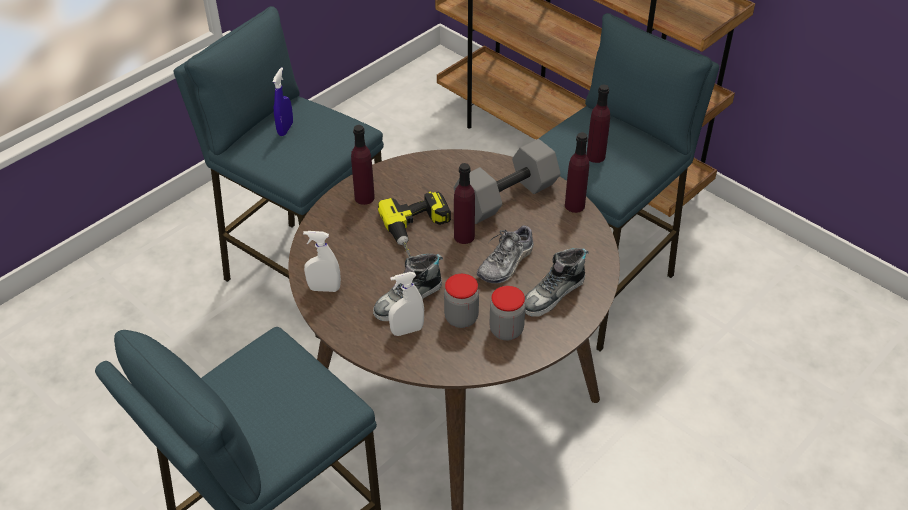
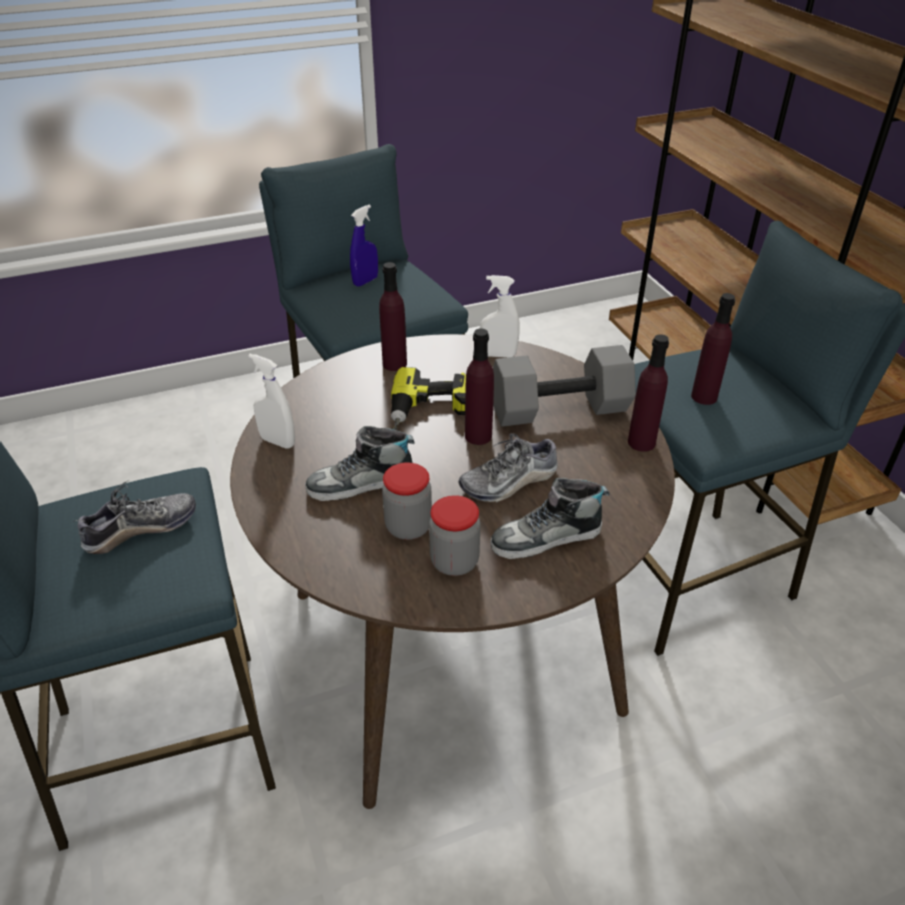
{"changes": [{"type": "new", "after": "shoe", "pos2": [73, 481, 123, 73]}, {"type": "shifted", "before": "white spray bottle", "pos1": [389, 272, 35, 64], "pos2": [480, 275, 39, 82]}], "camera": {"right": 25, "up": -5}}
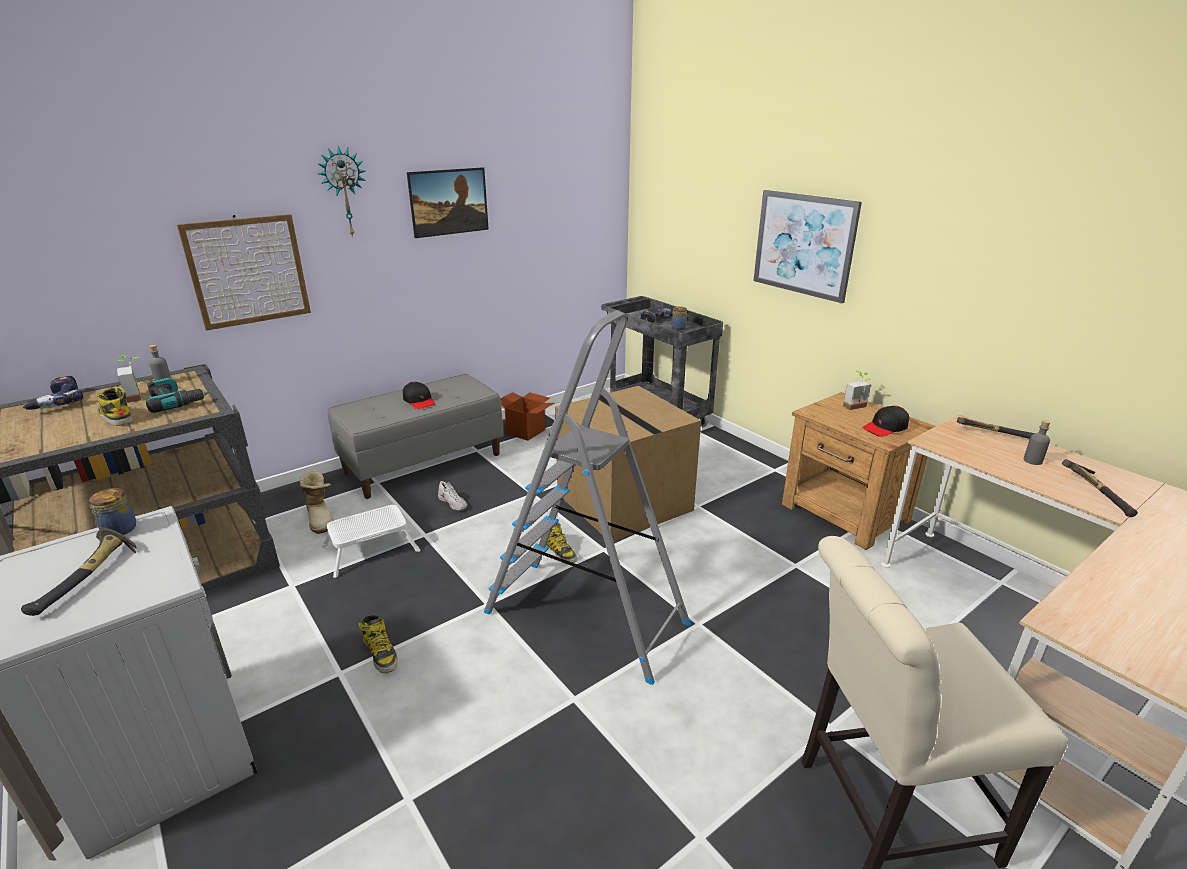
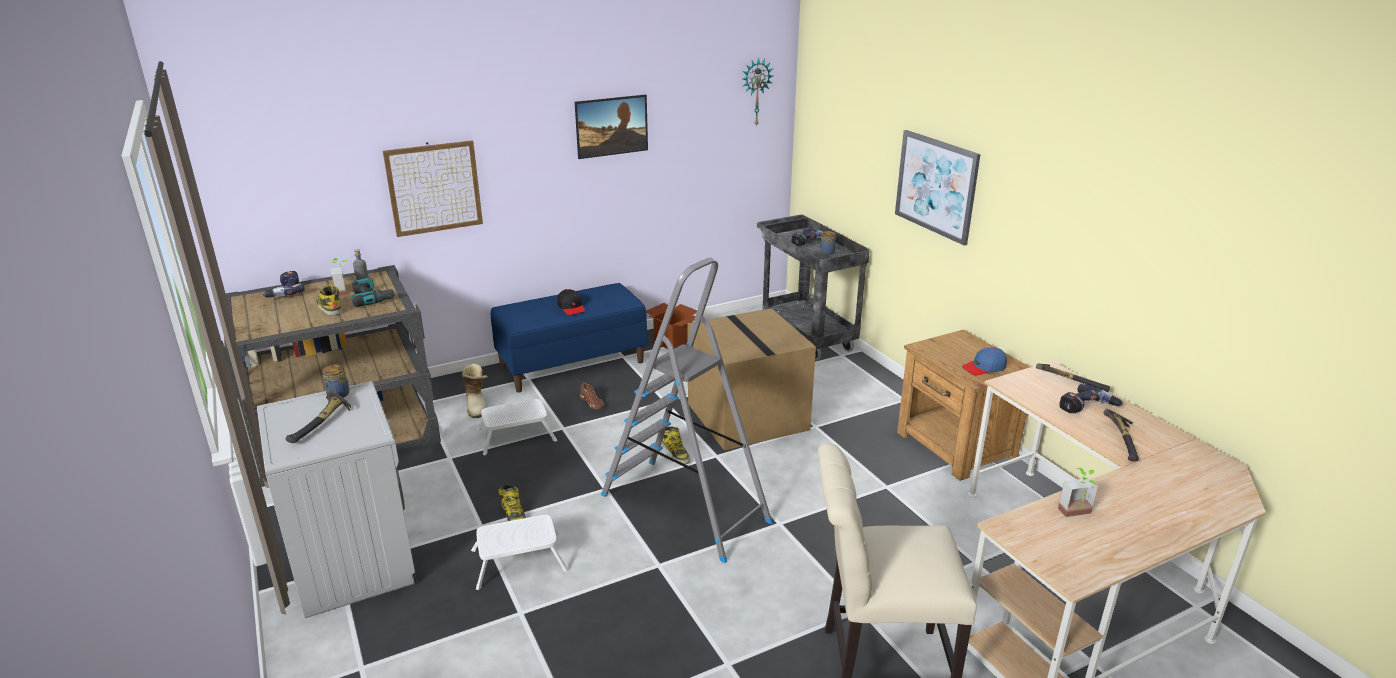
{"changes": [{"type": "new", "after": "white step ladder", "pos2": [471, 515, 98, 75]}, {"type": "repainted", "before": "grey bench", "after": "blue bench", "pos1": [328, 374, 175, 125], "pos2": [491, 283, 156, 110]}, {"type": "repainted", "before": "white shoe", "after": "brown shoe", "pos1": [438, 481, 29, 29], "pos2": [580, 382, 24, 28]}, {"type": "shifted", "before": "wall clock", "pos1": [317, 146, 49, 92], "pos2": [743, 58, 30, 69]}, {"type": "repainted", "before": "black cap", "after": "blue cap", "pos1": [863, 406, 46, 31], "pos2": [962, 348, 45, 27]}, {"type": "shifted", "before": "potted plant", "pos1": [843, 371, 28, 39], "pos2": [1058, 468, 40, 49]}, {"type": "swapped", "before": "grey bottle", "after": "power drill", "pos1": [1024, 420, 27, 45], "pos2": [1059, 383, 64, 30]}], "camera": {"right": 10, "up": 0}}
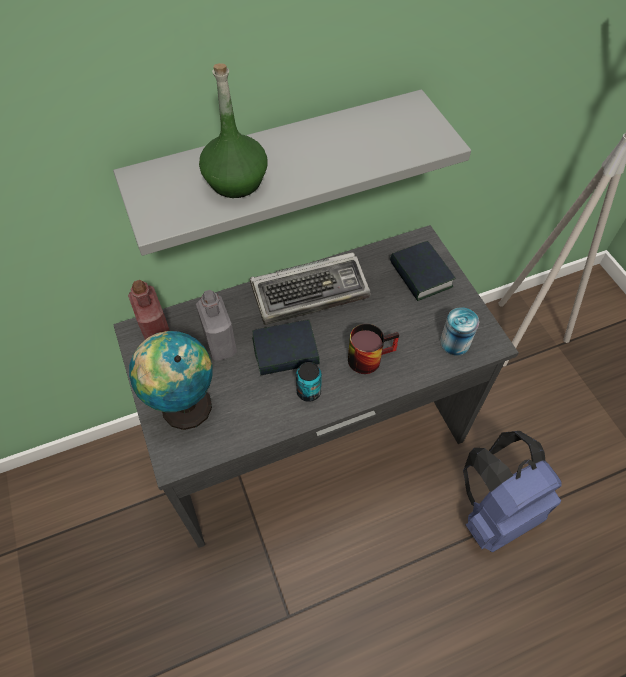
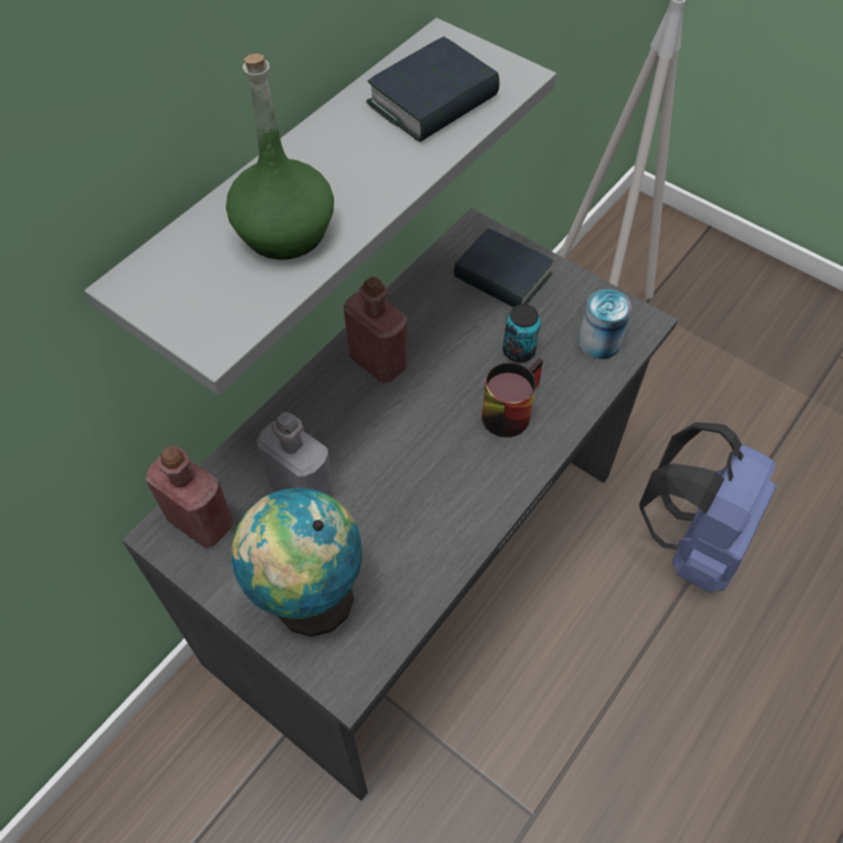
{"changes": [{"type": "swapped", "before": "keyboard", "after": "red bottle", "pos1": [250, 252, 121, 73], "pos2": [344, 277, 63, 106]}, {"type": "shifted", "before": "book", "pos1": [252, 320, 68, 56], "pos2": [366, 37, 134, 105]}, {"type": "shifted", "before": "can", "pos1": [296, 362, 26, 40], "pos2": [503, 304, 38, 59]}], "camera": {"right": -30, "up": 0}}
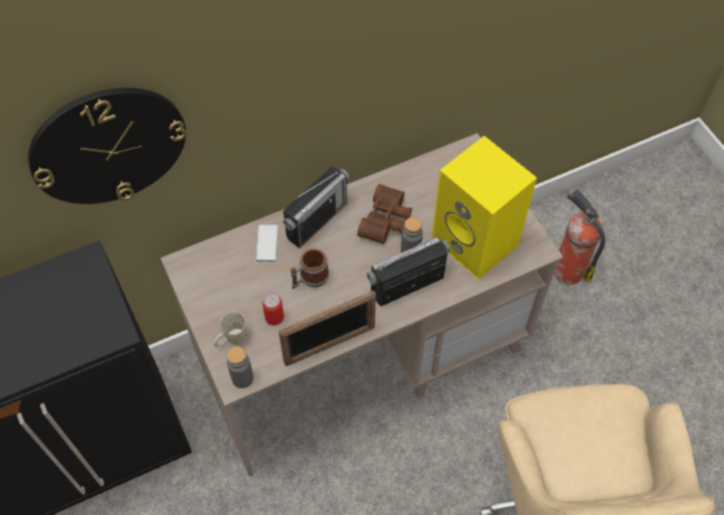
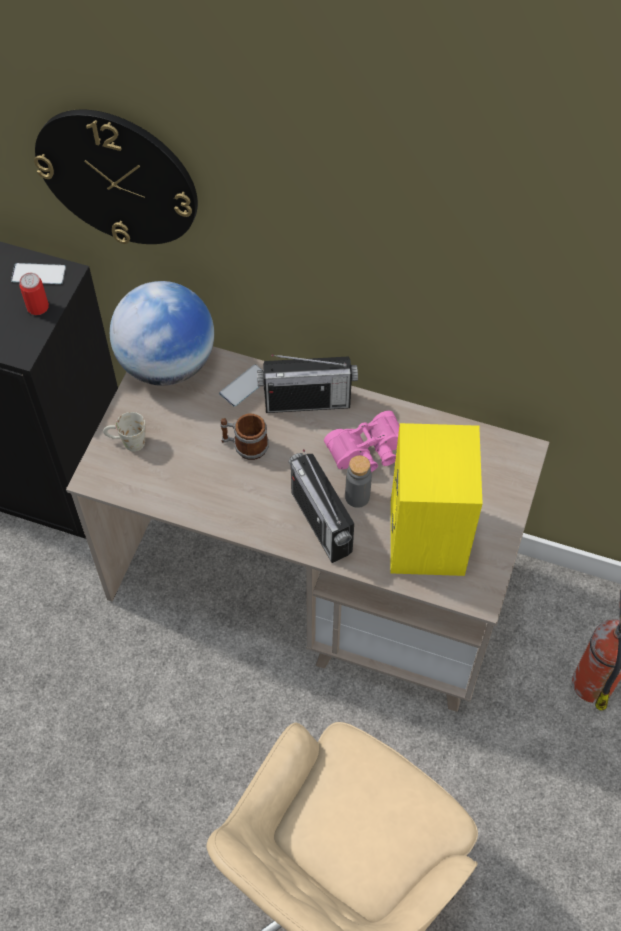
{"changes": [{"type": "new", "after": "phone", "pos2": [11, 263, 55, 21]}, {"type": "shifted", "before": "can", "pos1": [262, 293, 22, 32], "pos2": [19, 273, 30, 42]}, {"type": "new", "after": "globe", "pos2": [110, 281, 104, 105]}, {"type": "rotated", "before": "radio", "pos1": [367, 233, 83, 73], "pos2": [289, 449, 65, 114], "turn": -135}, {"type": "repainted", "before": "brown binoculars", "after": "pink binoculars", "pos1": [357, 184, 55, 60], "pos2": [324, 411, 75, 61]}, {"type": "gone", "before": "grey bottle", "pos1": [227, 346, 27, 42]}, {"type": "gone", "before": "picture frame", "pos1": [278, 291, 98, 75]}], "camera": {"right": 45, "up": 0}}
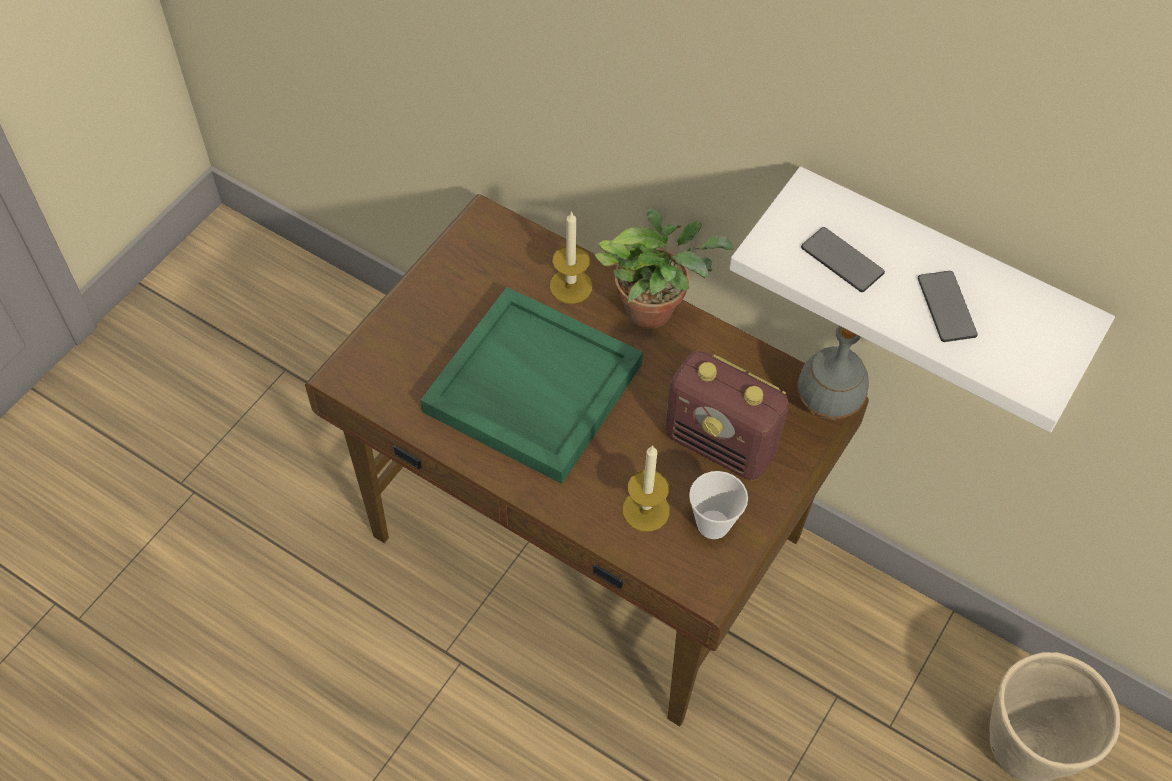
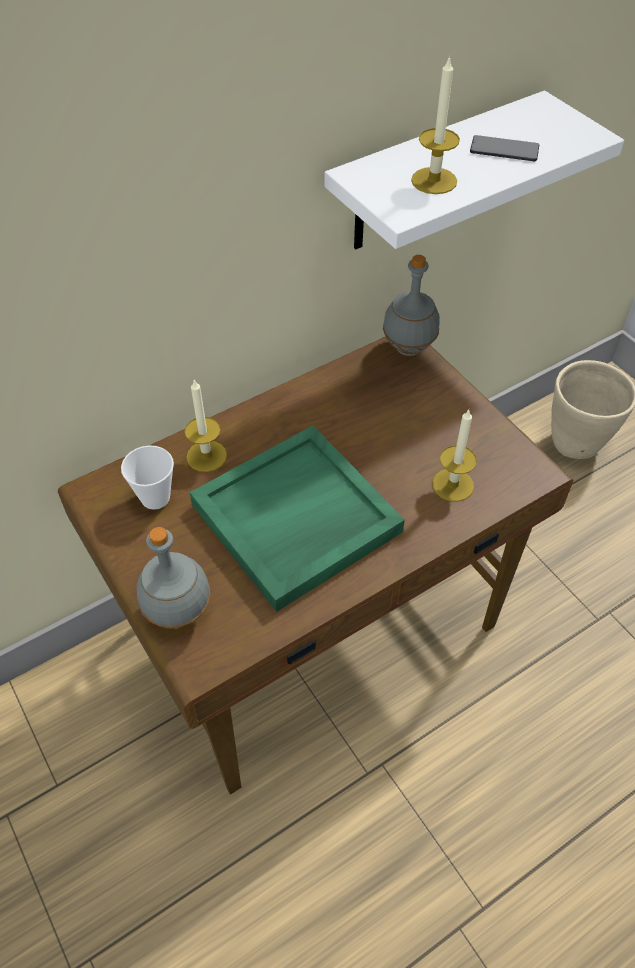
{"changes": [{"type": "shifted", "before": "cup", "pos1": [689, 471, 59, 68], "pos2": [121, 445, 53, 65]}, {"type": "new", "after": "grey bottle", "pos2": [137, 527, 74, 102]}, {"type": "swapped", "before": "phone", "after": "candle", "pos1": [801, 227, 84, 65], "pos2": [411, 55, 49, 139]}, {"type": "gone", "before": "potted plant", "pos1": [594, 208, 141, 120]}, {"type": "gone", "before": "radio", "pos1": [665, 351, 124, 129]}], "camera": {"right": -65, "up": -5}}
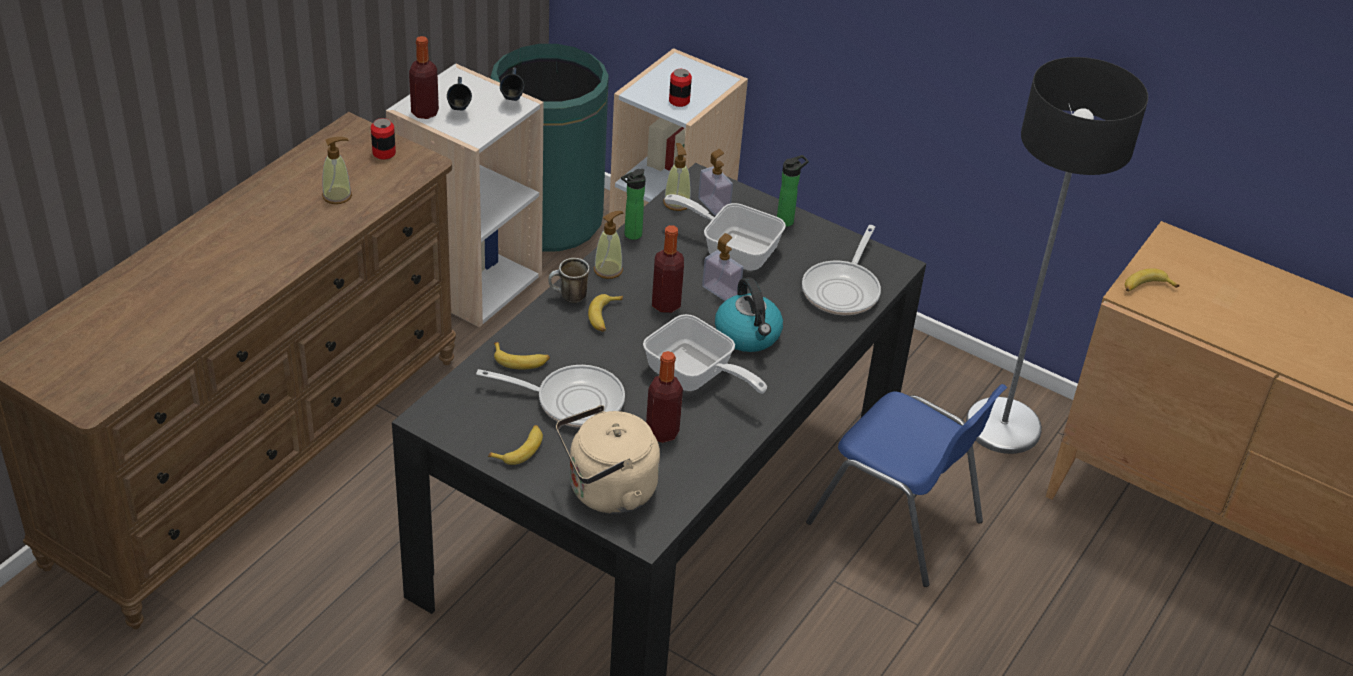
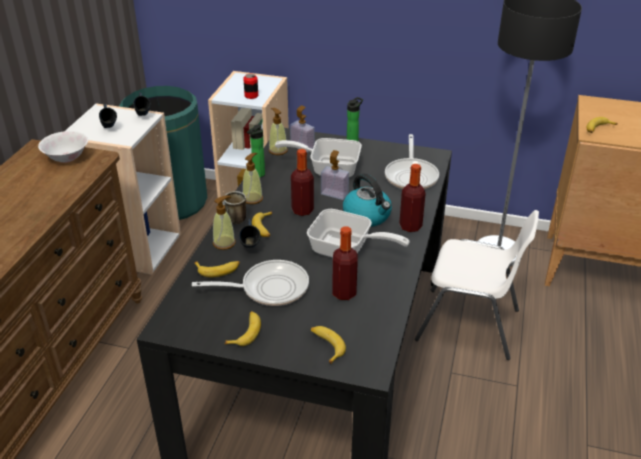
{"changes": [{"type": "swapped", "before": "can", "after": "white bowl", "pos1": [371, 118, 25, 42], "pos2": [38, 131, 50, 32]}, {"type": "shifted", "before": "soap dispenser", "pos1": [322, 137, 30, 67], "pos2": [213, 195, 23, 55]}, {"type": "new", "after": "blue mug", "pos2": [239, 219, 22, 29]}, {"type": "swapped", "before": "beige kettle", "after": "banana", "pos1": [556, 405, 104, 109], "pos2": [311, 326, 35, 38]}, {"type": "shifted", "before": "bottle", "pos1": [409, 36, 30, 83], "pos2": [399, 164, 27, 68]}, {"type": "repainted", "before": "blue chair", "after": "white chair", "pos1": [806, 384, 201, 203], "pos2": [415, 210, 124, 150]}], "camera": {"right": -15, "up": -5}}
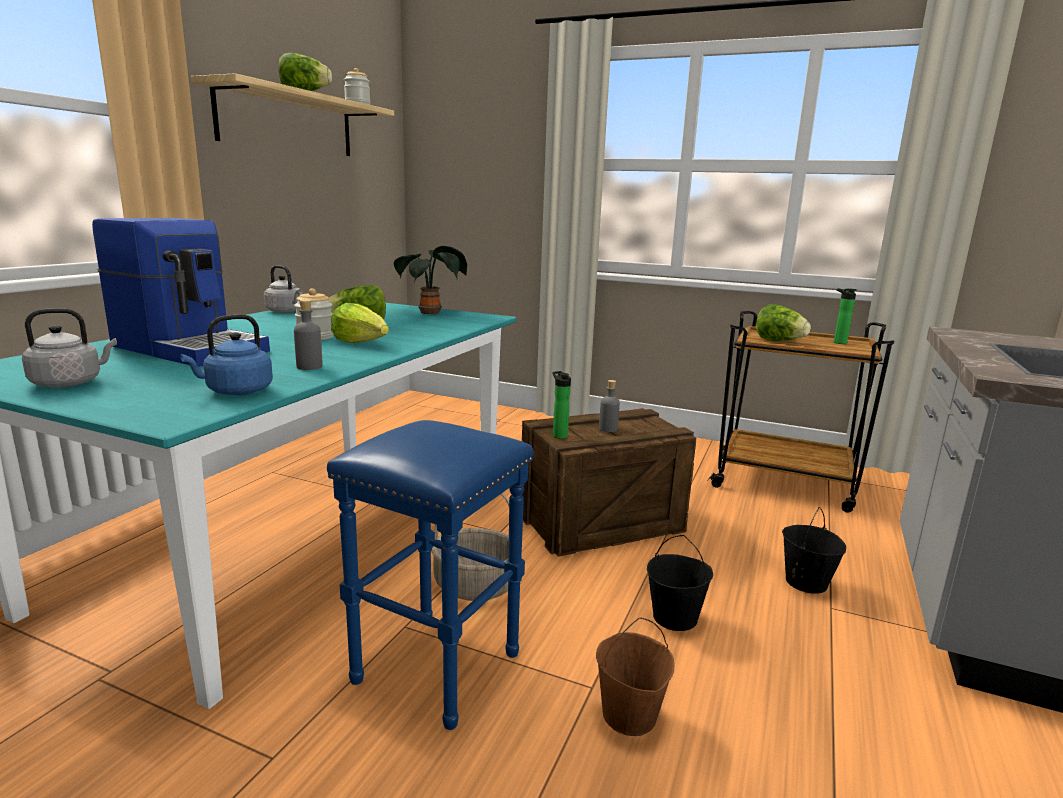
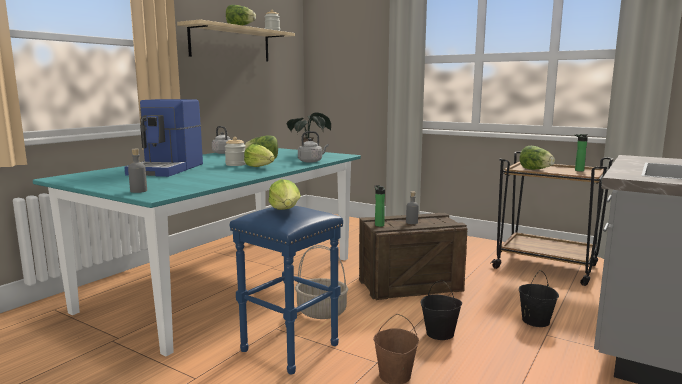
{"changes": [{"type": "rotated", "before": "coffee machine", "pos1": [92, 218, 178, 149], "pos2": [124, 99, 79, 78], "turn": 60}, {"type": "shifted", "before": "grey bottle", "pos1": [294, 300, 29, 70], "pos2": [128, 149, 19, 44]}, {"type": "new", "after": "lettuce", "pos2": [269, 179, 32, 31]}, {"type": "shifted", "before": "grey kettle", "pos1": [22, 308, 95, 80], "pos2": [298, 131, 31, 32]}, {"type": "gone", "before": "blue kettle", "pos1": [180, 314, 93, 81]}], "camera": {"right": 10, "up": -5}}
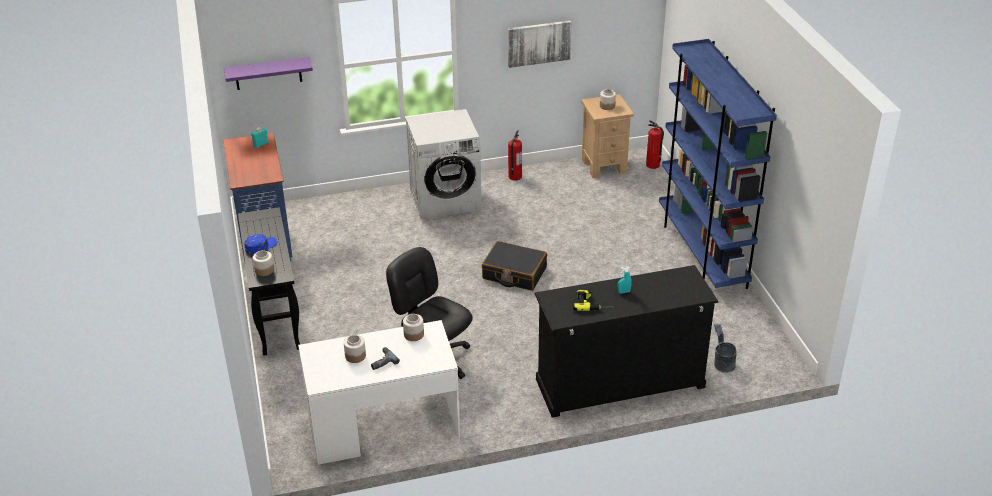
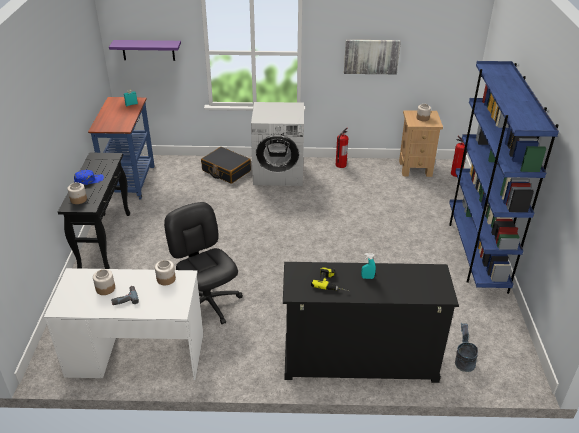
{"changes": [{"type": "shifted", "before": "black suitcase", "pos1": [482, 241, 65, 50], "pos2": [201, 147, 50, 37]}], "camera": {"right": 15, "up": 0}}
